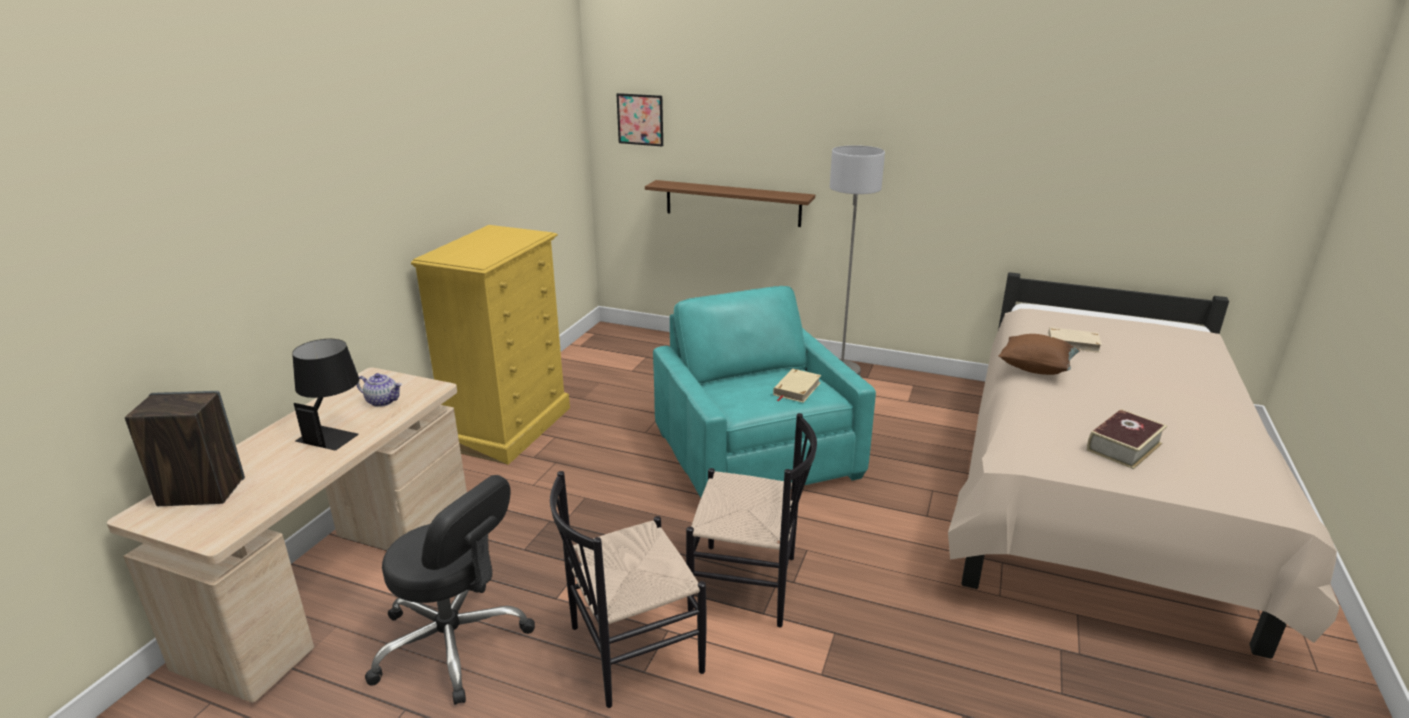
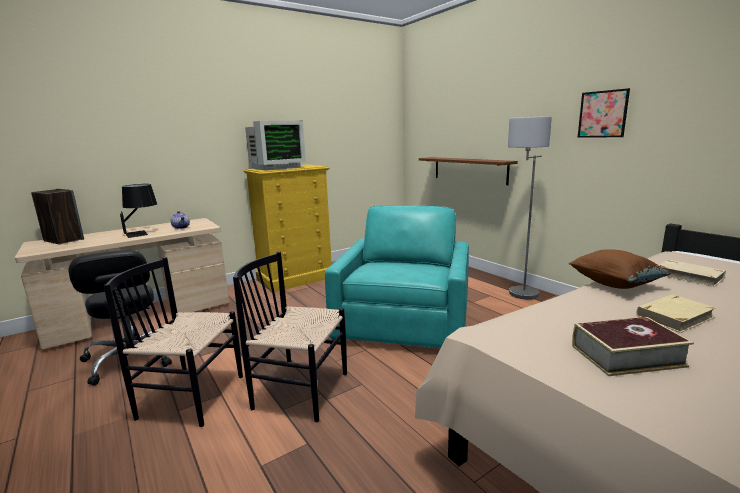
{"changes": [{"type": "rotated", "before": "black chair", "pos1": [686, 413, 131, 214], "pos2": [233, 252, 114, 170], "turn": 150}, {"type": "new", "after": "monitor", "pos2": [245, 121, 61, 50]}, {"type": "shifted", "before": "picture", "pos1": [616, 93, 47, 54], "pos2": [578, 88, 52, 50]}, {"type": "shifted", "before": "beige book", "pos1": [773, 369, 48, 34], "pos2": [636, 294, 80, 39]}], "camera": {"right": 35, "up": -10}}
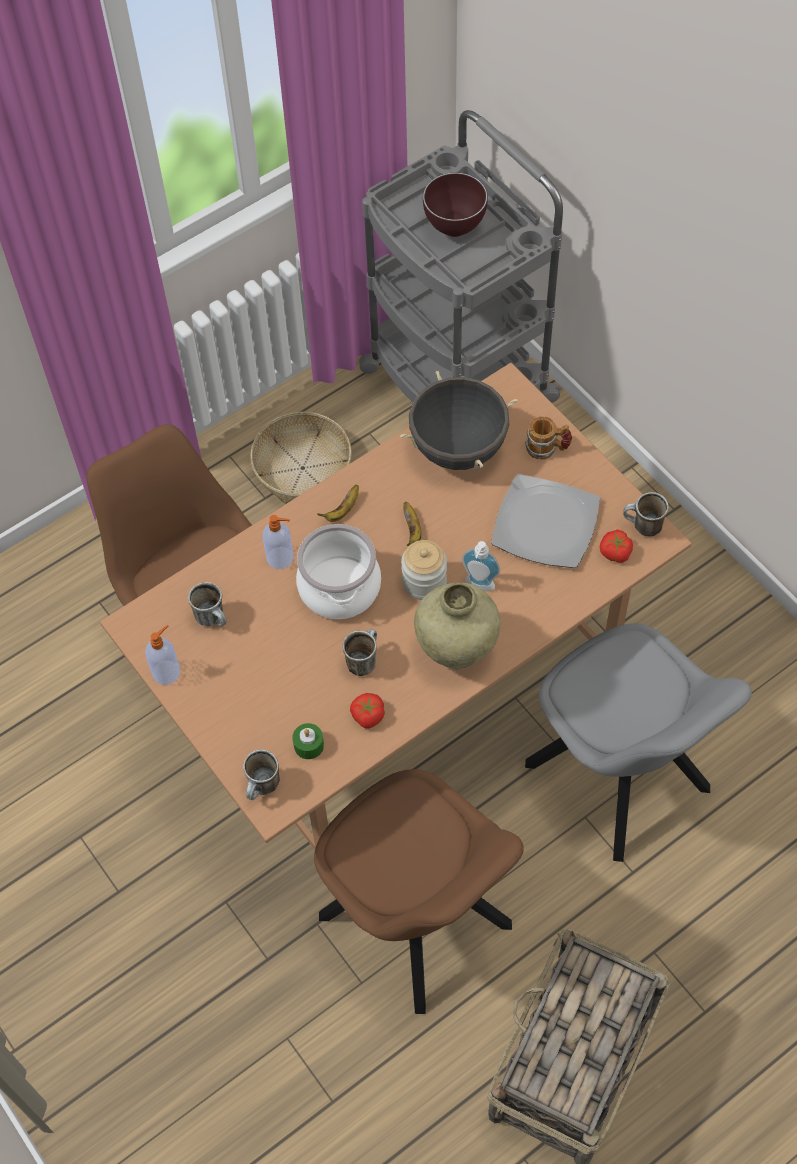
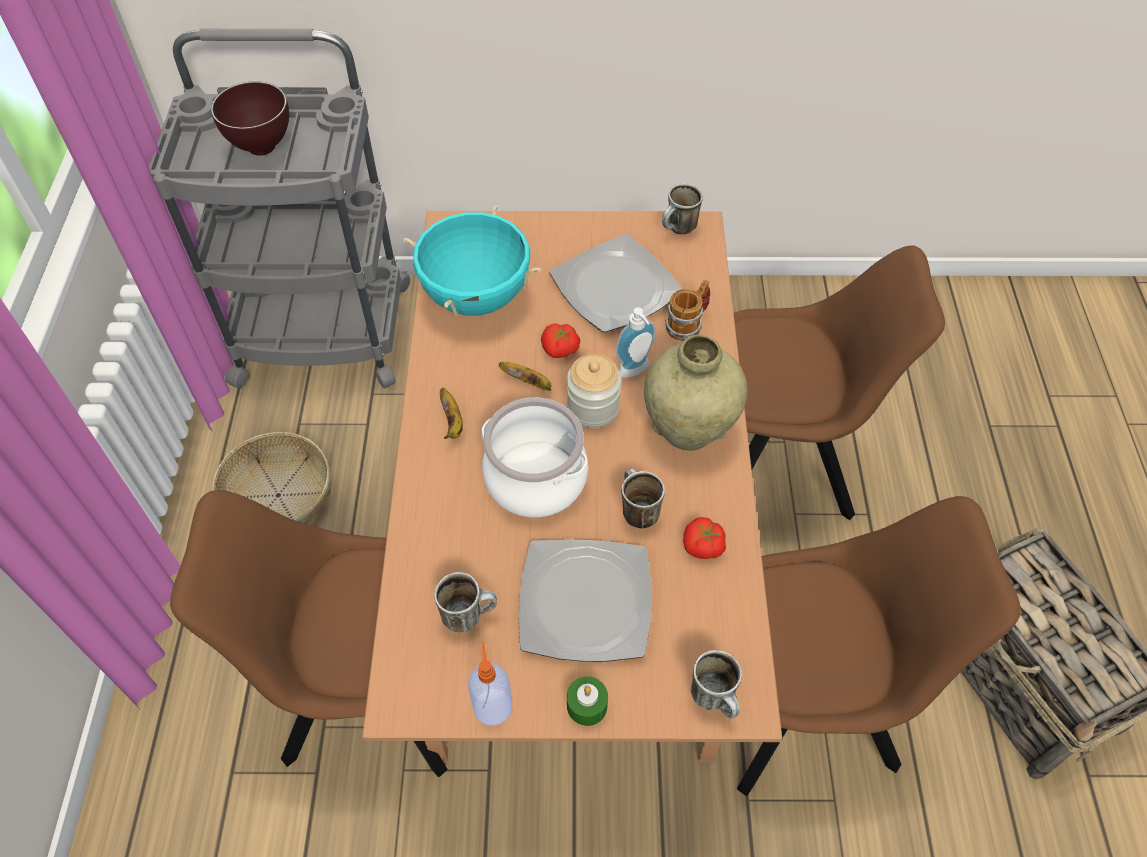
{"changes": [{"type": "repainted", "before": "black cooking pot", "after": "turquoise cooking pot", "pos1": [400, 371, 118, 99], "pos2": [404, 205, 137, 111]}, {"type": "new", "after": "plate", "pos2": [518, 539, 134, 123]}, {"type": "shifted", "before": "tomato", "pos1": [600, 530, 33, 33], "pos2": [541, 323, 39, 35]}, {"type": "shifted", "before": "green candle", "pos1": [292, 723, 32, 36], "pos2": [567, 676, 41, 50]}, {"type": "shifted", "before": "mug", "pos1": [525, 417, 47, 43], "pos2": [665, 280, 45, 61]}, {"type": "repainted", "before": "grey chair", "after": "brown chair", "pos1": [525, 623, 227, 239], "pos2": [734, 245, 211, 275]}, {"type": "gone", "before": "soap dispenser", "pos1": [263, 515, 30, 54]}], "camera": {"right": -55, "up": -5}}
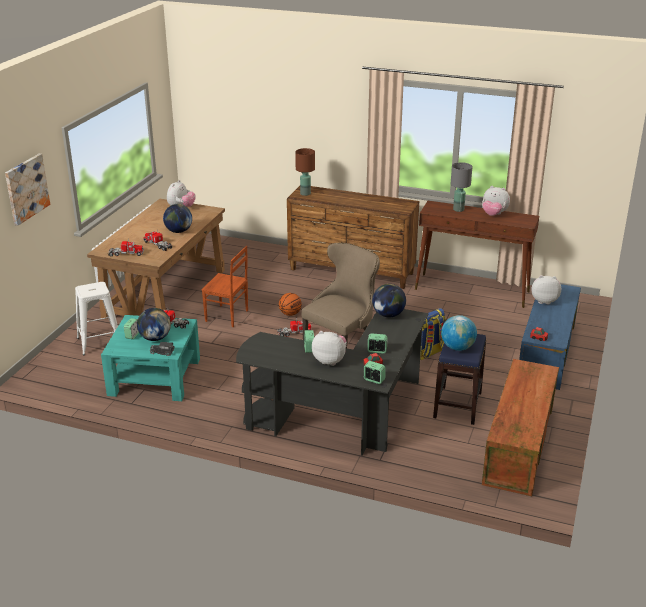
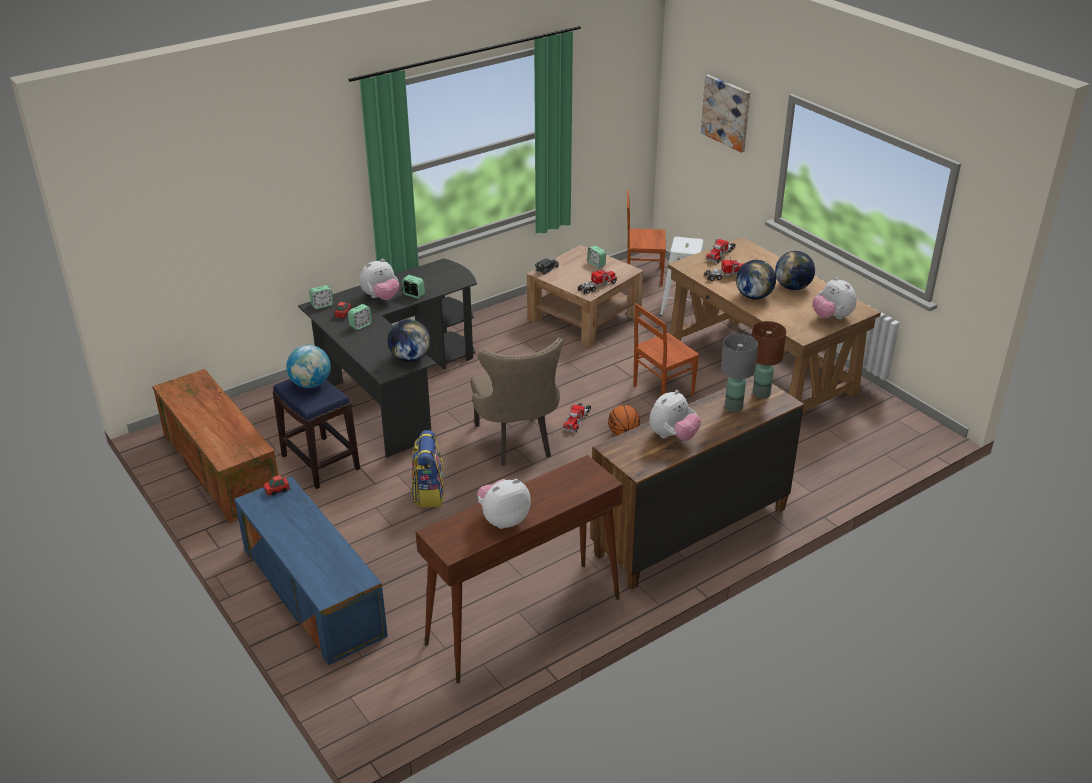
{"changes": [{"type": "repainted", "before": "turquoise coffee table", "after": "brown coffee table", "pos1": [101, 315, 99, 86], "pos2": [527, 245, 116, 103]}, {"type": "new", "after": "brown chair", "pos2": [627, 190, 39, 97]}, {"type": "shifted", "before": "plush toy", "pos1": [531, 275, 30, 29], "pos2": [649, 390, 52, 51]}, {"type": "shifted", "before": "grey table lamp", "pos1": [451, 162, 22, 50], "pos2": [721, 334, 37, 78]}, {"type": "shifted", "before": "globe", "pos1": [137, 308, 34, 33], "pos2": [775, 251, 40, 39]}], "camera": {"right": 125, "up": 5}}
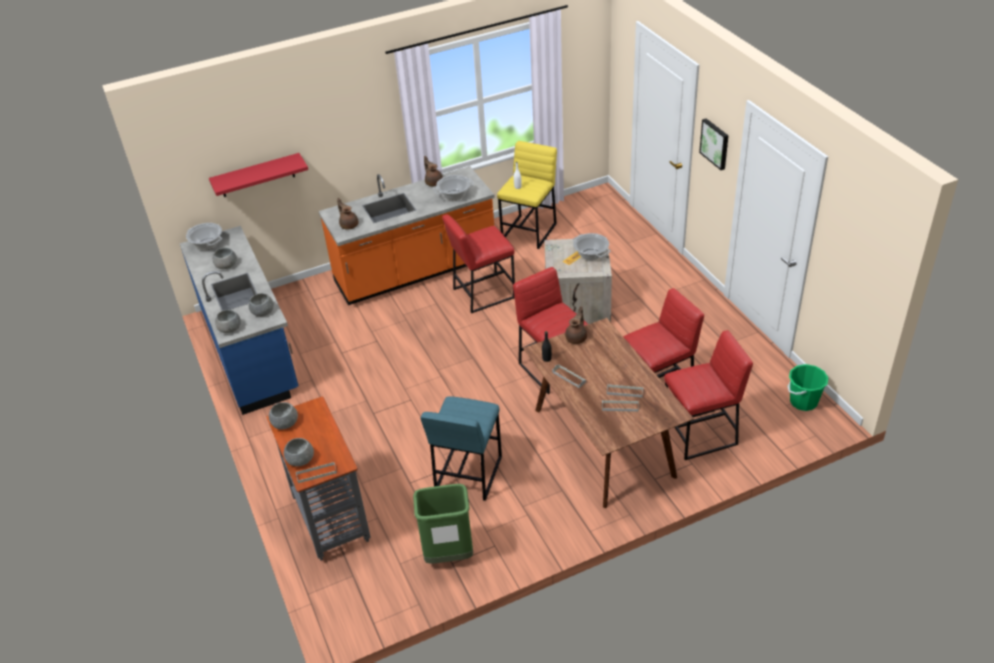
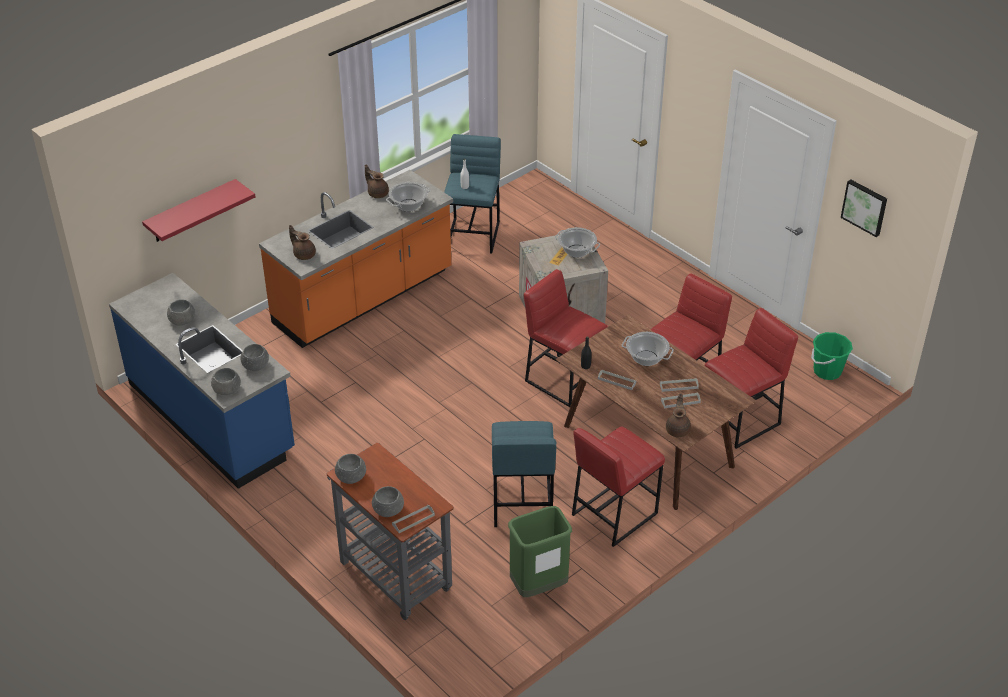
{"changes": [{"type": "repainted", "before": "yellow stool", "after": "blue stool", "pos1": [497, 141, 60, 108], "pos2": [444, 134, 57, 120]}, {"type": "shifted", "before": "red chair", "pos1": [442, 214, 73, 100], "pos2": [572, 427, 93, 120]}, {"type": "shifted", "before": "cooking pot", "pos1": [186, 223, 36, 27], "pos2": [622, 332, 52, 34]}, {"type": "shifted", "before": "brown teapot", "pos1": [565, 306, 22, 38], "pos2": [666, 393, 25, 44]}, {"type": "shifted", "before": "picture", "pos1": [699, 119, 29, 51], "pos2": [841, 180, 46, 57]}], "camera": {"right": -20, "up": 0}}
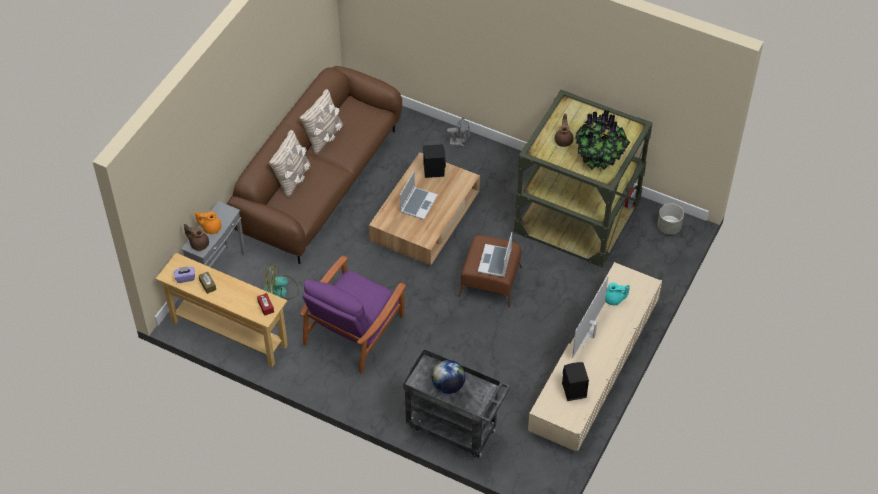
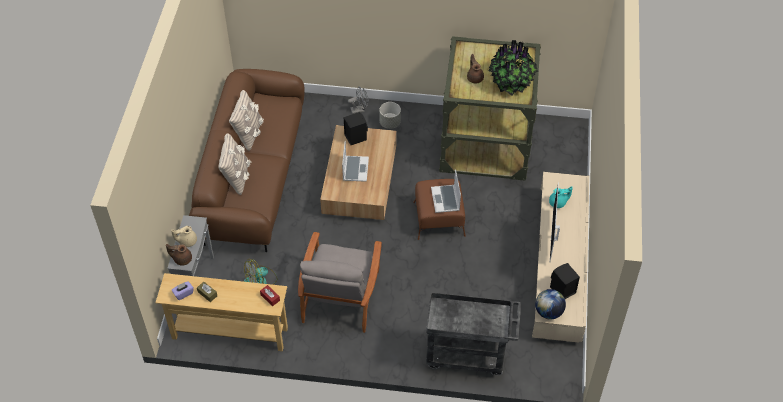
{"changes": [{"type": "repainted", "before": "orange teapot", "after": "beige teapot", "pos1": [195, 211, 27, 23], "pos2": [171, 226, 26, 21]}, {"type": "repainted", "before": "purple armchair", "after": "grey armchair", "pos1": [300, 255, 106, 119], "pos2": [298, 232, 84, 101]}, {"type": "shifted", "before": "grey planter", "pos1": [657, 203, 27, 32], "pos2": [379, 102, 22, 27]}, {"type": "shifted", "before": "globe", "pos1": [432, 360, 33, 34], "pos2": [535, 289, 31, 31]}], "camera": {"right": -20, "up": 0}}
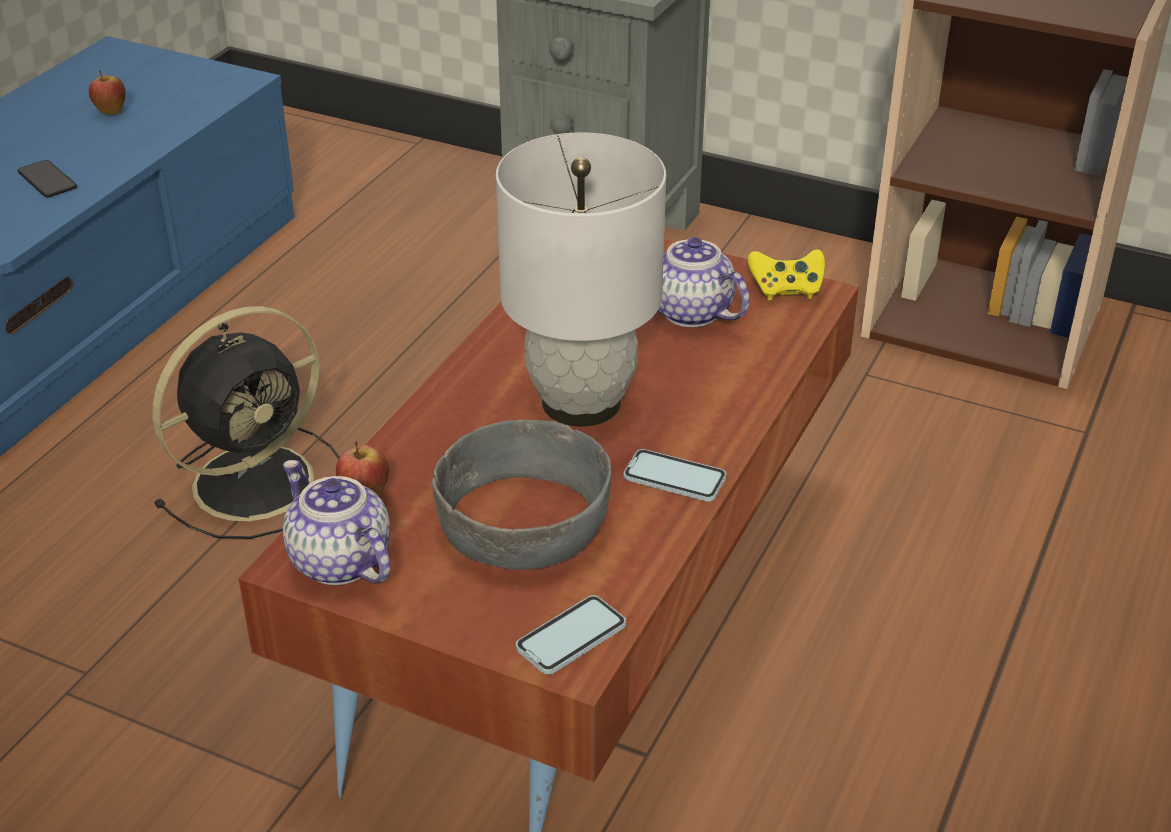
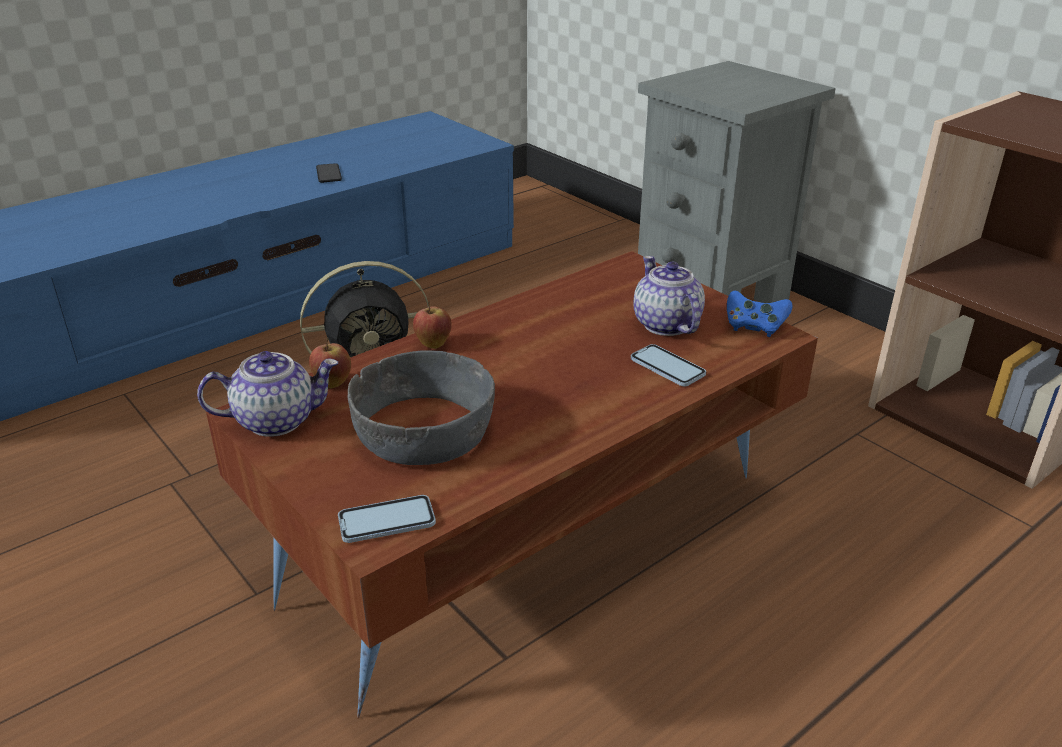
{"changes": [{"type": "rotated", "before": "teapot", "pos1": [283, 460, 107, 125], "pos2": [197, 351, 141, 86], "turn": 90}, {"type": "shifted", "before": "apple", "pos1": [89, 70, 37, 45], "pos2": [413, 301, 39, 48]}, {"type": "shifted", "before": "phone", "pos1": [623, 449, 103, 53], "pos2": [631, 344, 75, 42]}, {"type": "repainted", "before": "yellow game controller", "after": "blue game controller", "pos1": [748, 249, 77, 51], "pos2": [727, 290, 66, 47]}, {"type": "gone", "before": "white table lamp", "pos1": [496, 132, 170, 294]}], "camera": {"right": 25, "up": -5}}
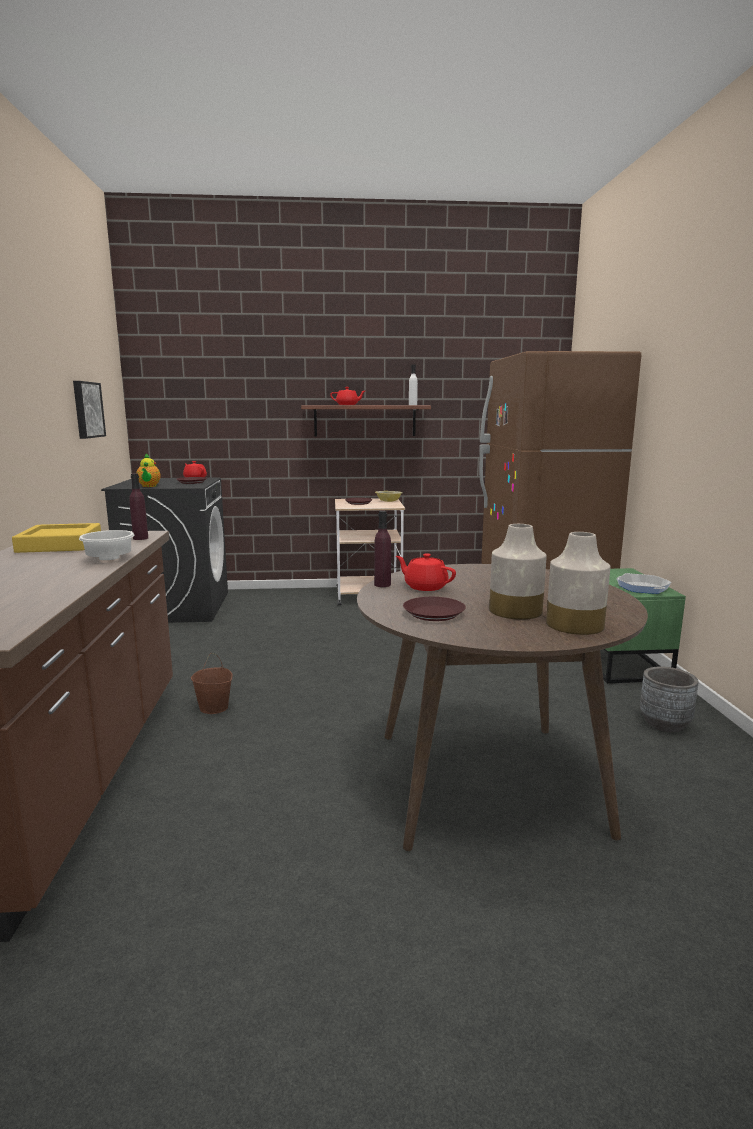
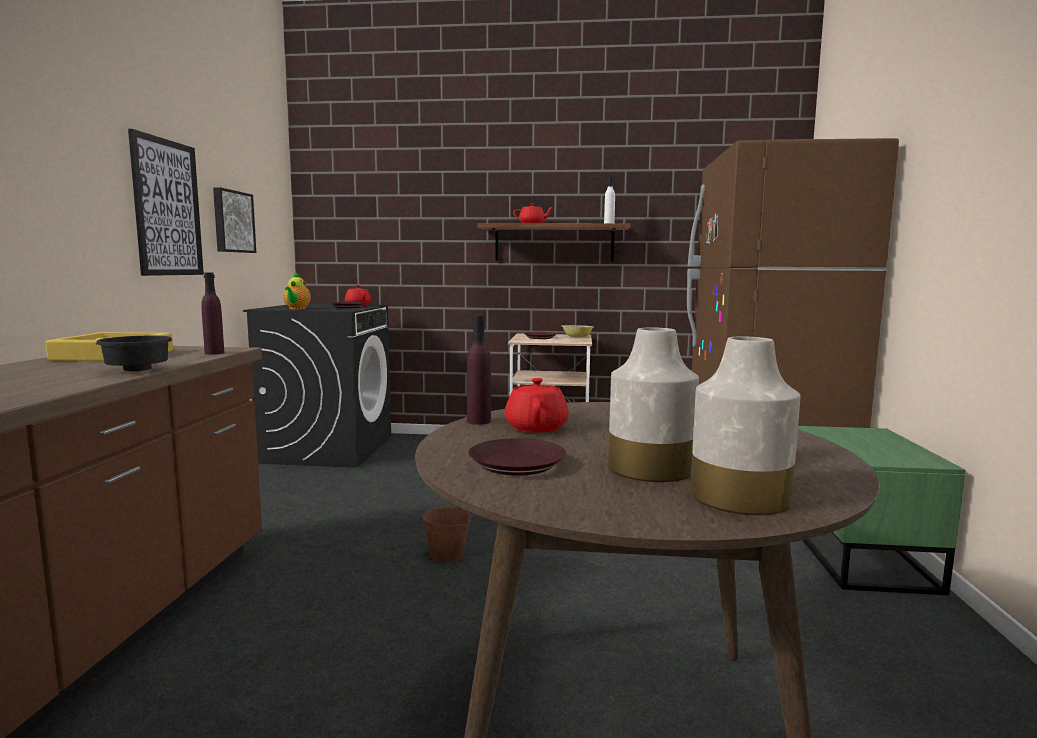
{"changes": [{"type": "repainted", "before": "white bowl", "after": "black bowl", "pos1": [79, 530, 55, 30], "pos2": [96, 336, 76, 35]}, {"type": "new", "after": "picture", "pos2": [128, 129, 76, 147]}, {"type": "shifted", "before": "brown bucket", "pos1": [191, 653, 42, 61], "pos2": [423, 497, 48, 66]}, {"type": "rotated", "before": "red teapot", "pos1": [396, 553, 60, 38], "pos2": [505, 378, 64, 55], "turn": 45}, {"type": "gone", "before": "frying pan", "pos1": [616, 573, 56, 21]}, {"type": "gone", "before": "grey planter", "pos1": [640, 666, 59, 66]}], "camera": {"right": 10, "up": -5}}
